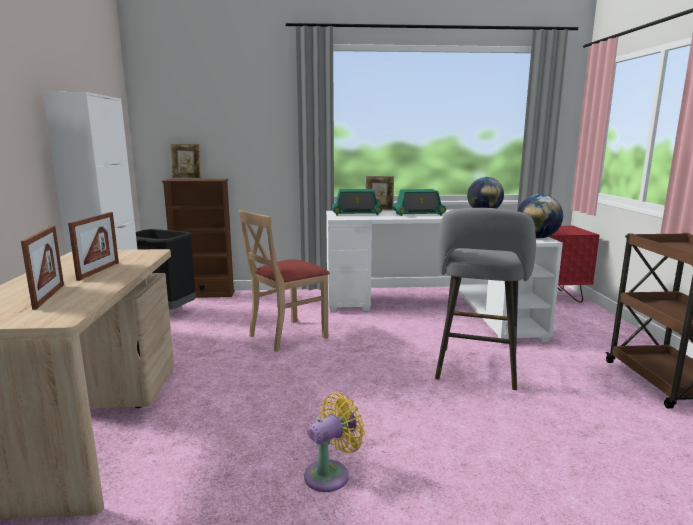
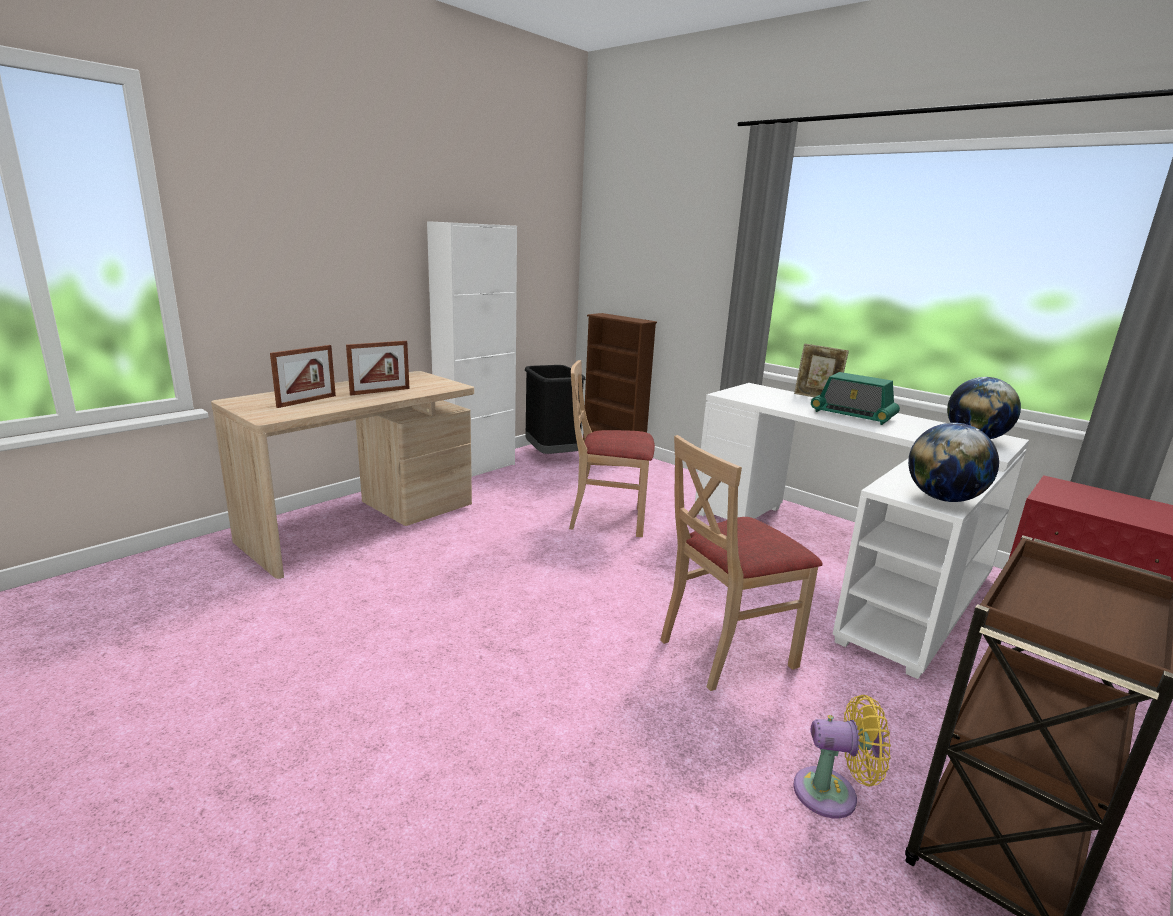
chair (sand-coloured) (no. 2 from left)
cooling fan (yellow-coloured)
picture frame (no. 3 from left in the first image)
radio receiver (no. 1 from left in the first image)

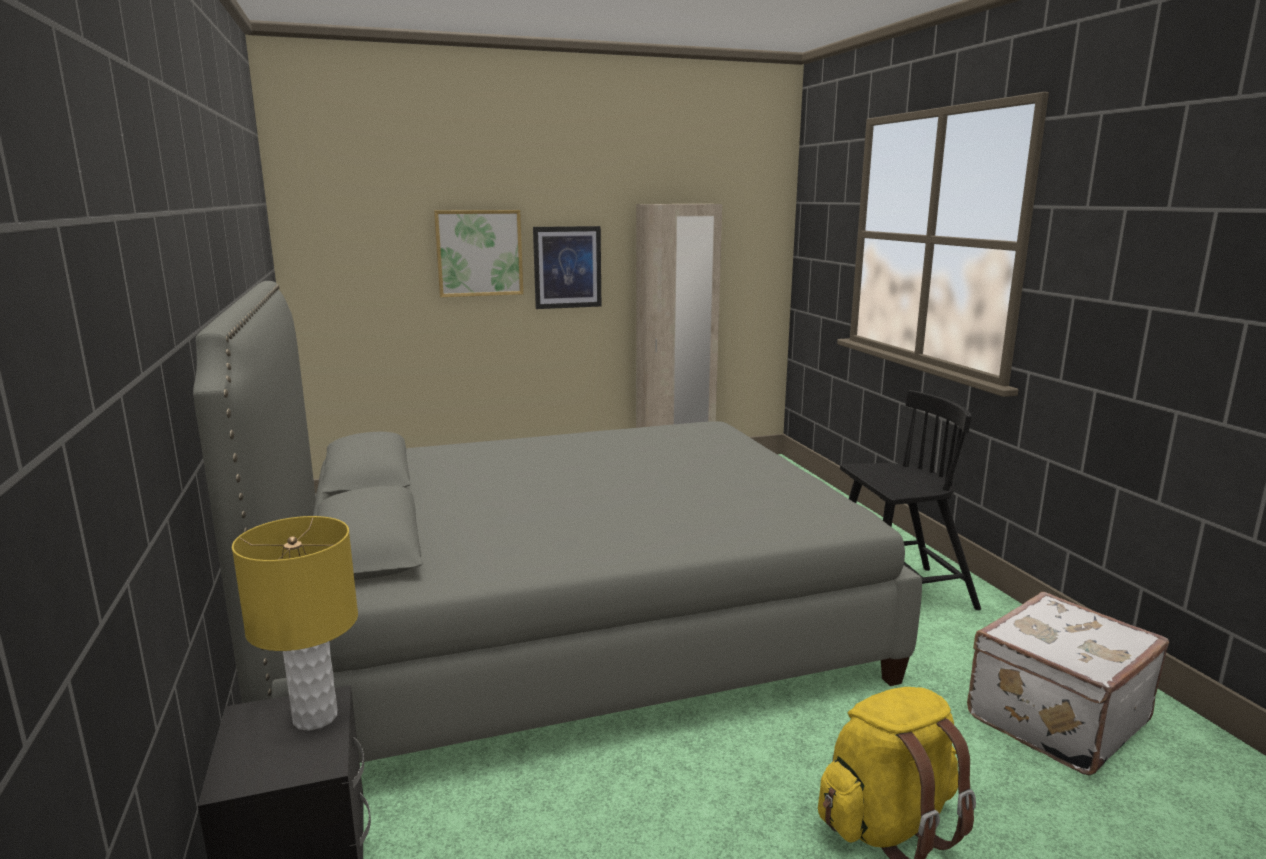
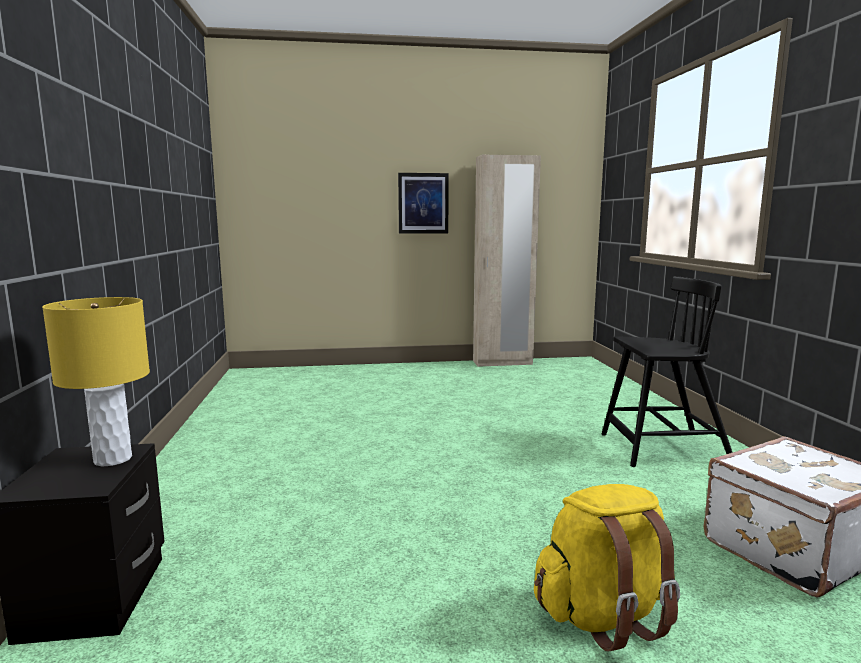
bed (grey)
wall picture (no. 1 from left in the first image)

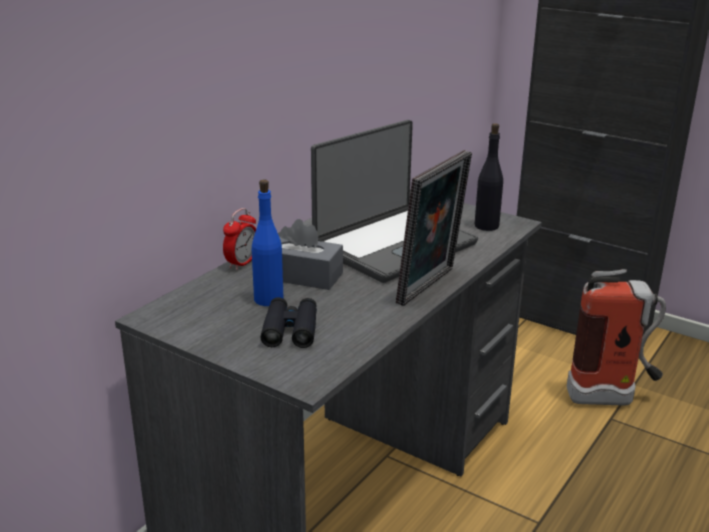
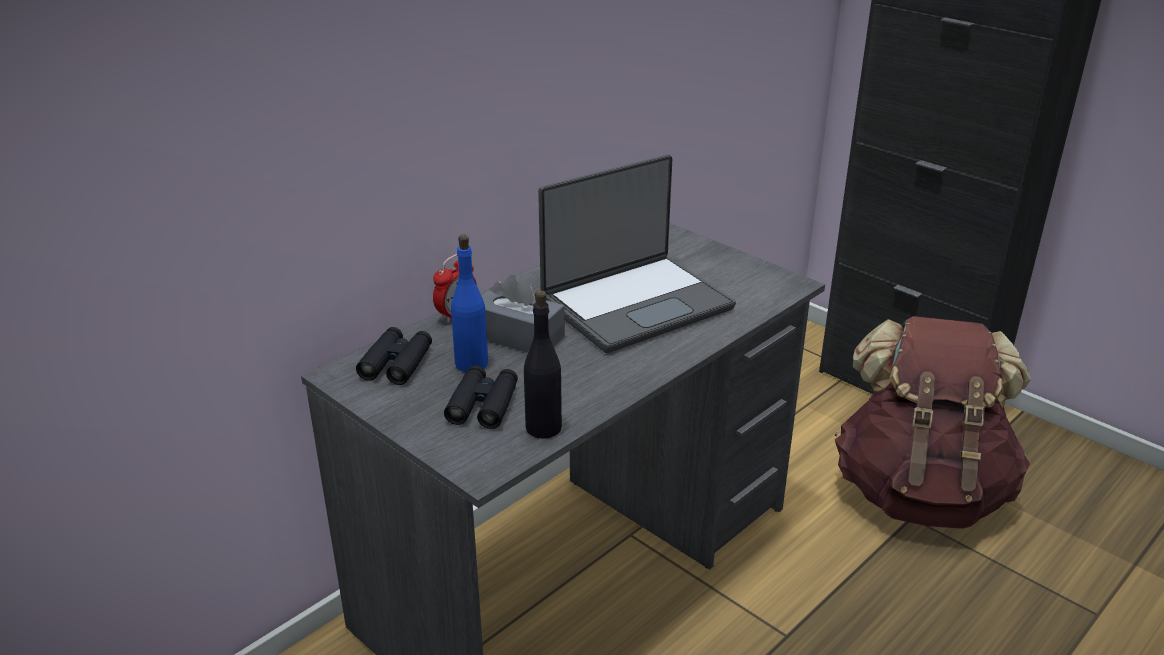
binoculars (blackish) (no. 1 from left)
beverage bottle (blackish)
backpack (brownish)
picture frame

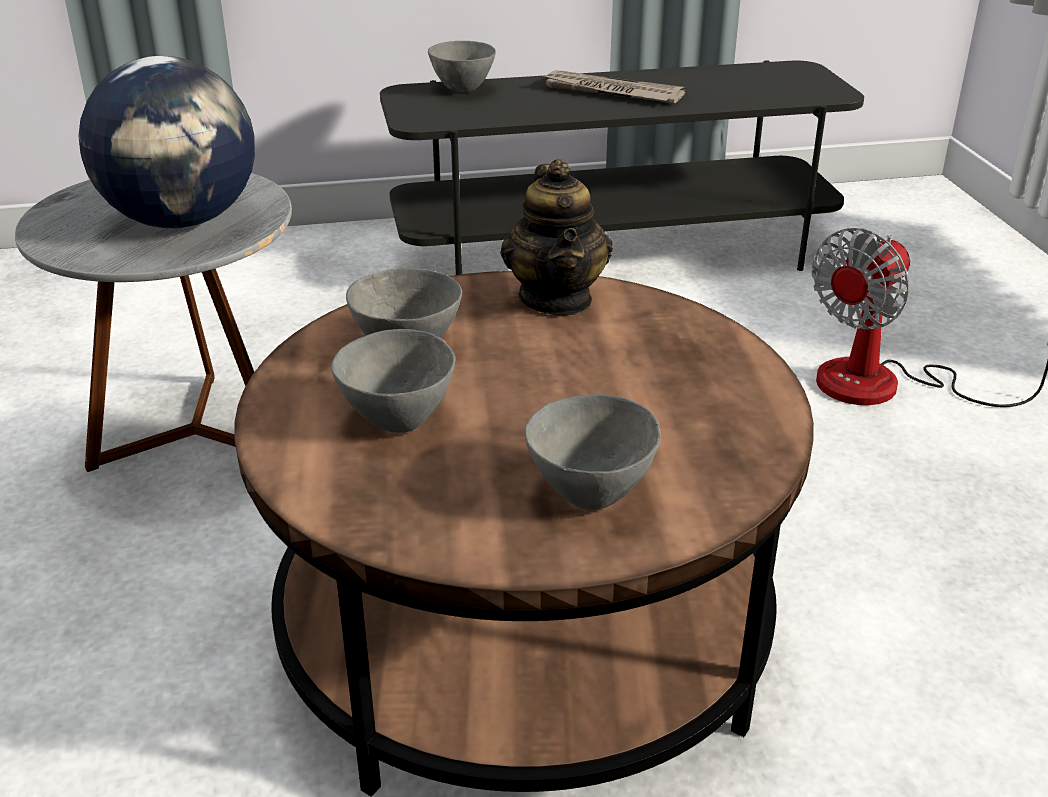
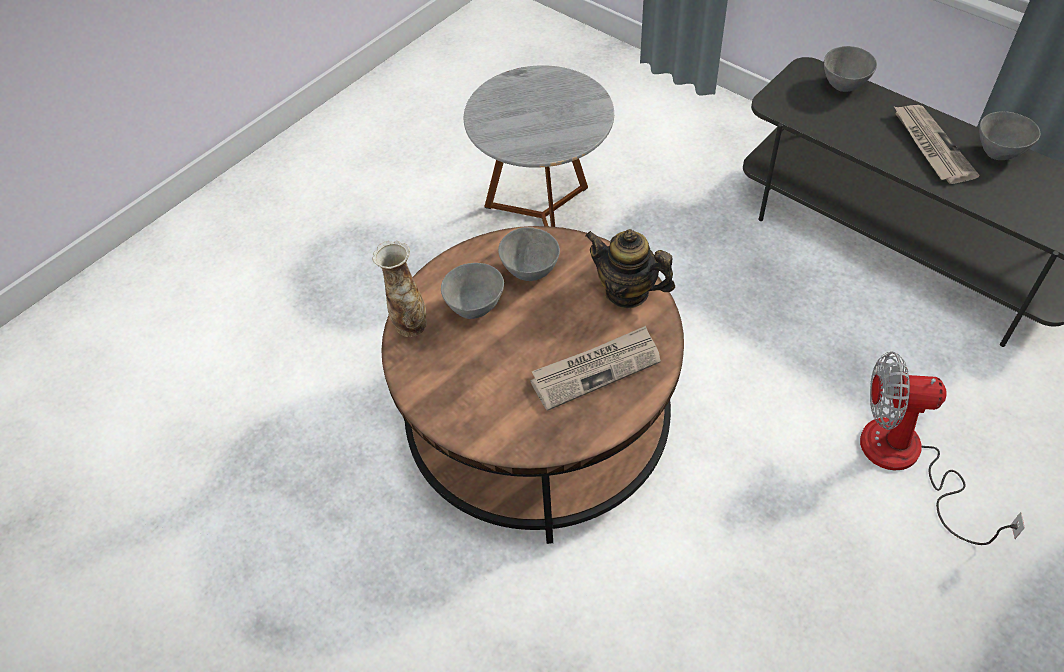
vase
newspaper (no. 1 from left)
teapot
bowl (grey) (no. 4 from left)
world globe

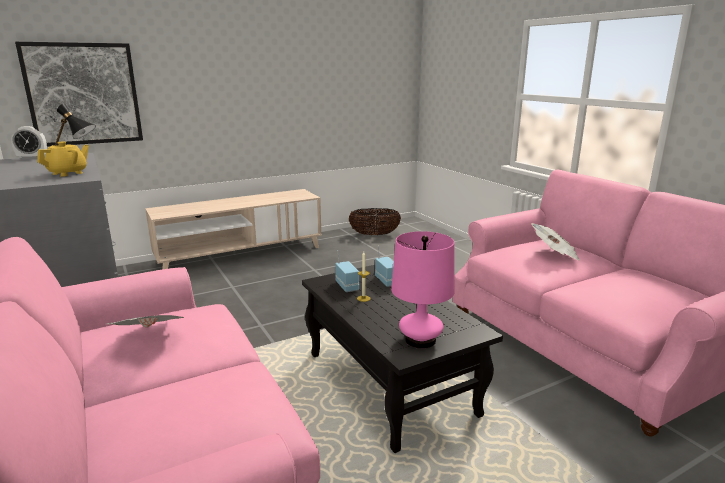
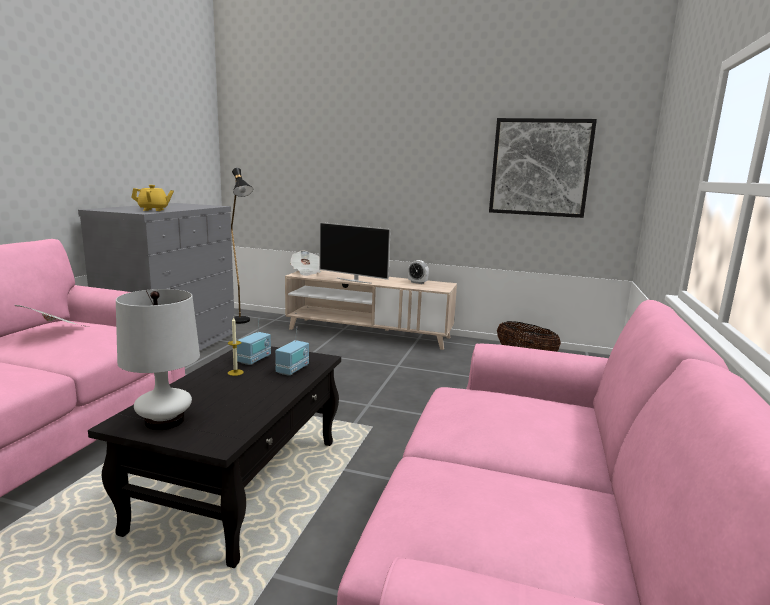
lamp for a table (white-coloured)
newspaper (no. 2 from left)
TV set
bedside clock
wall picture

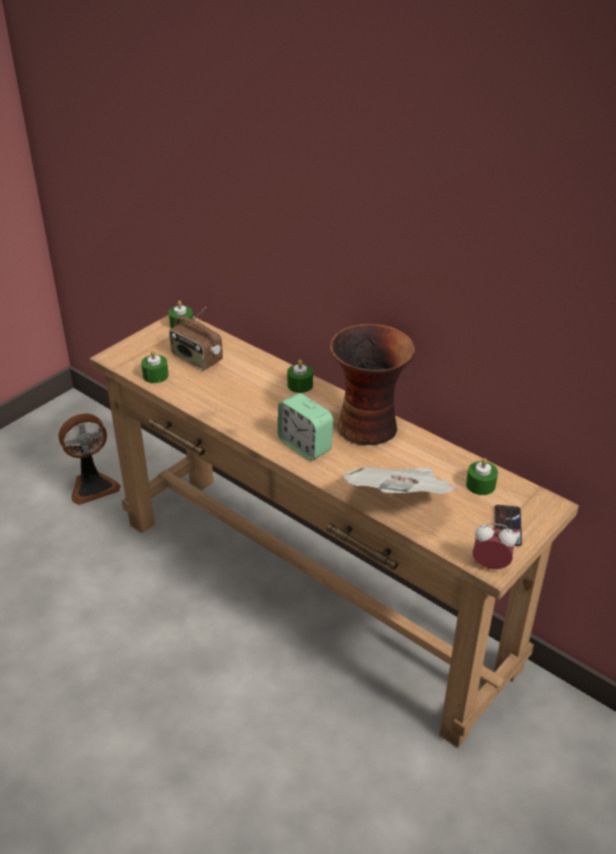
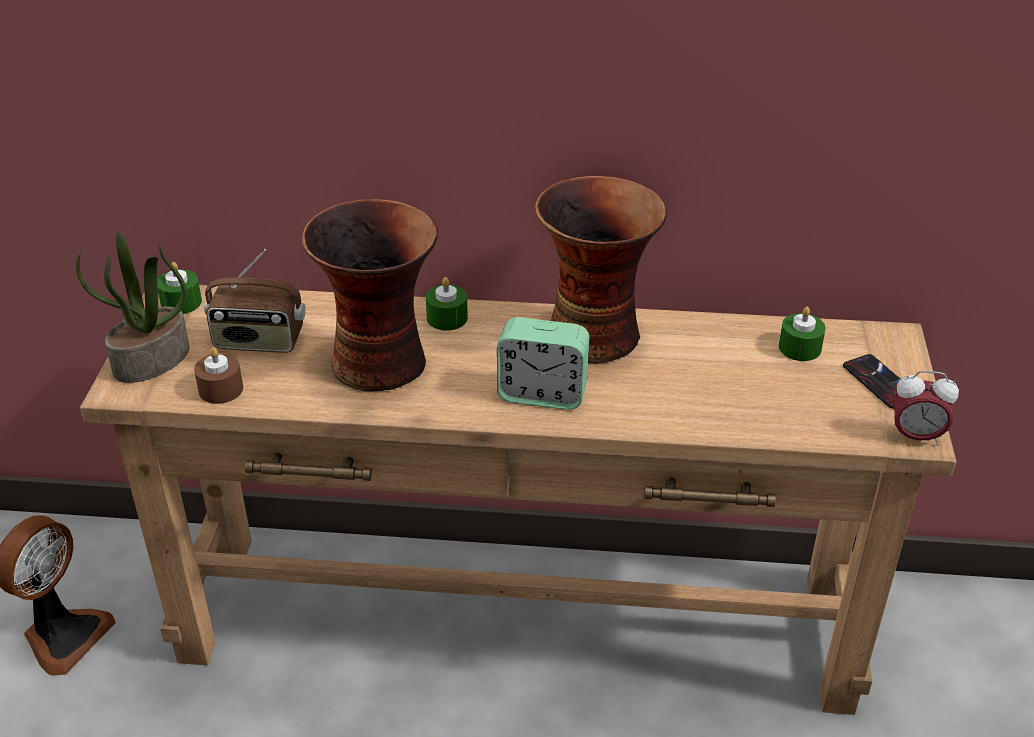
plant in a pot
wax candle (brownish)
vase (no. 1 from left)
bedside clock (no. 2 from left)
newspaper

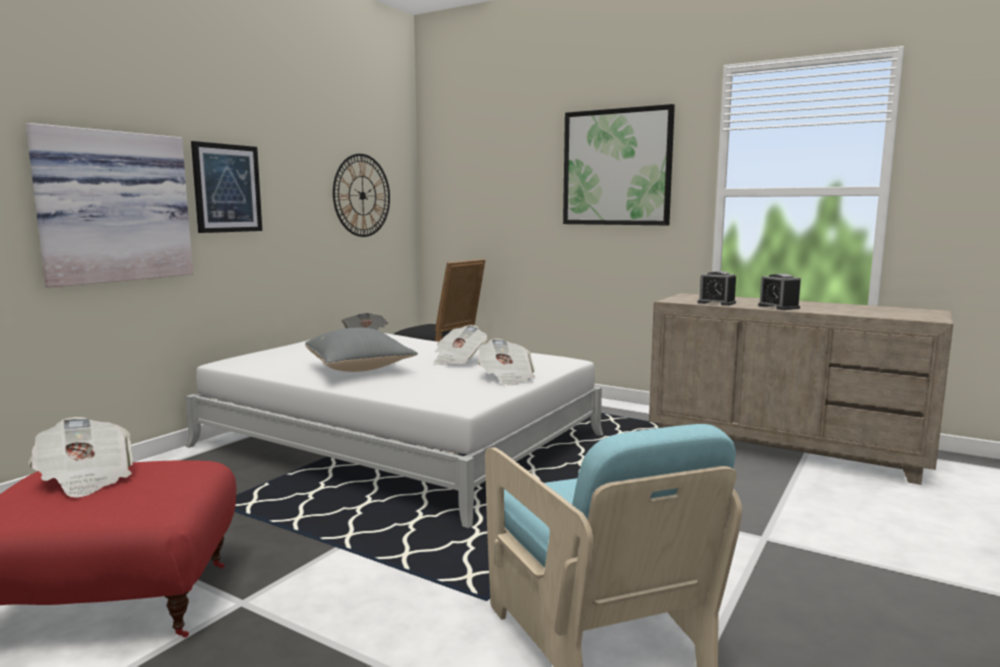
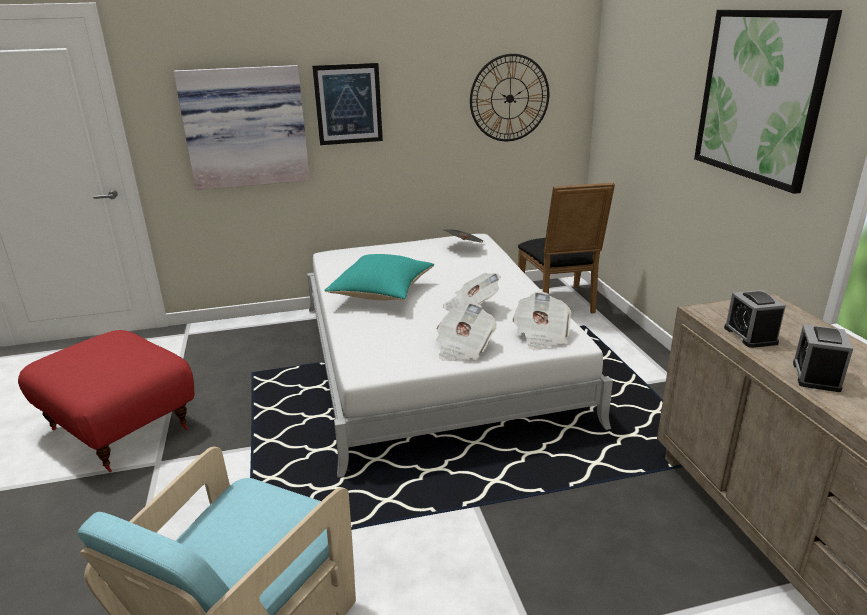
cushion (turquoise-coloured)
newspaper (no. 4 from left)

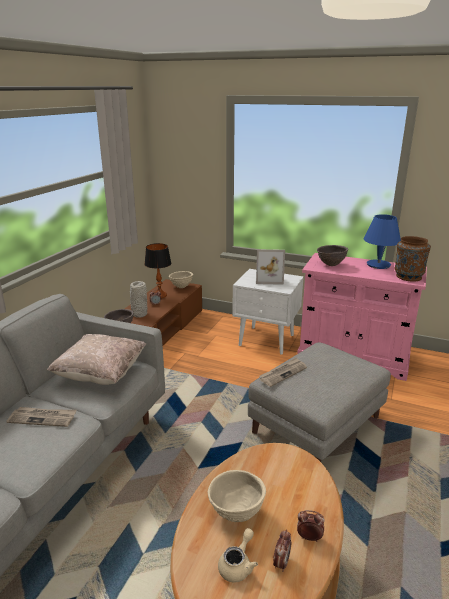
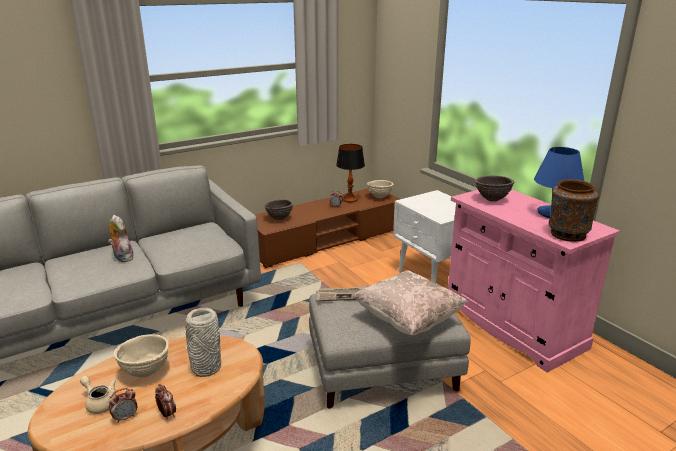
teapot (sand-coloured)
cuddly toy
vase (grey)
cushion (sand-coloured)
picture frame

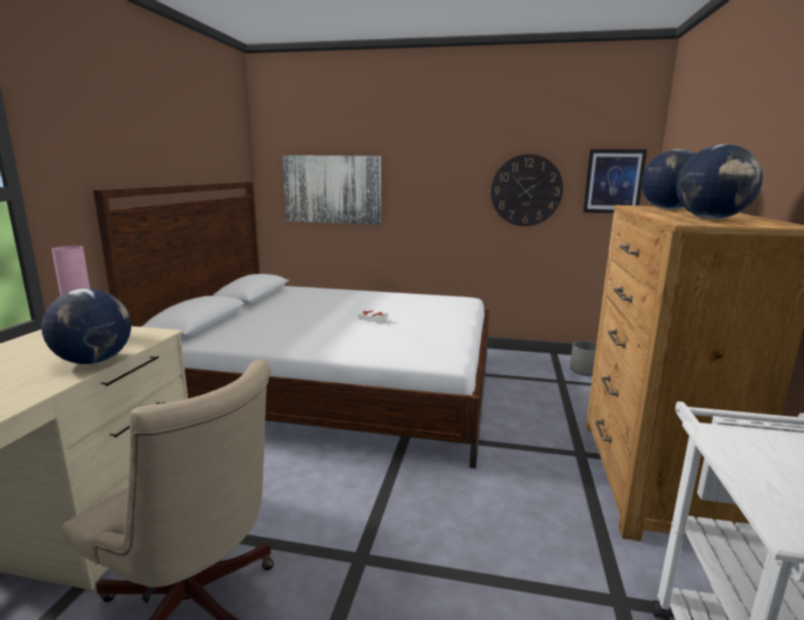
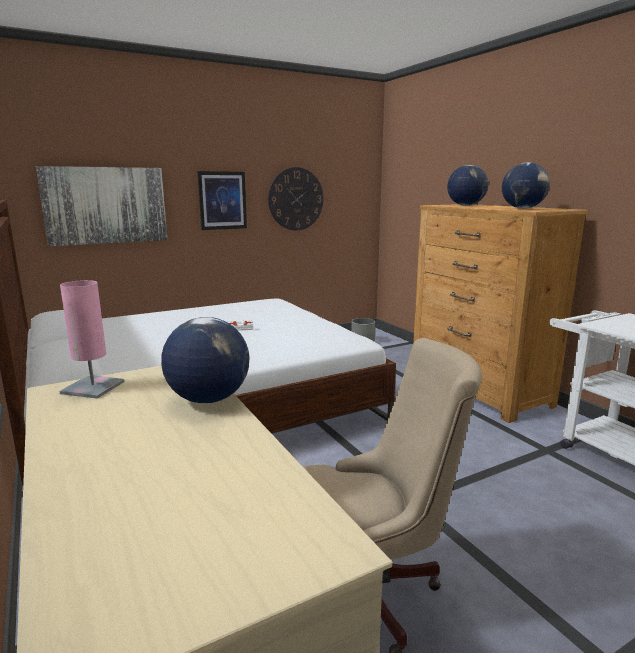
wall picture (no. 2 from left)

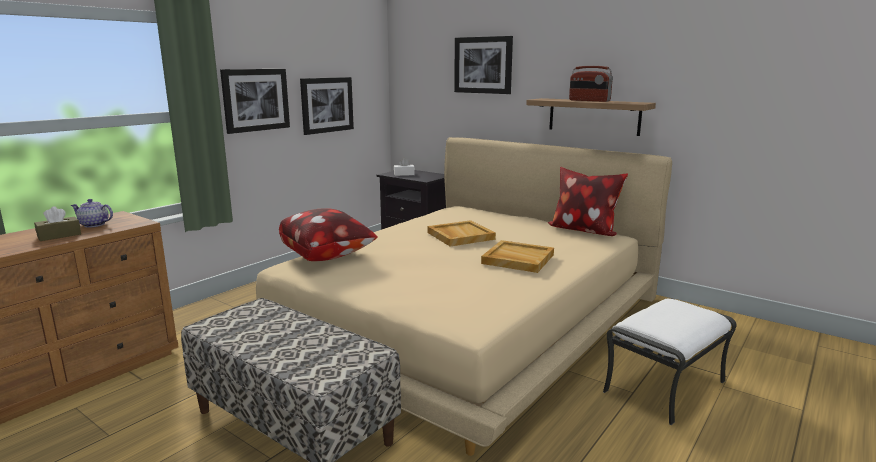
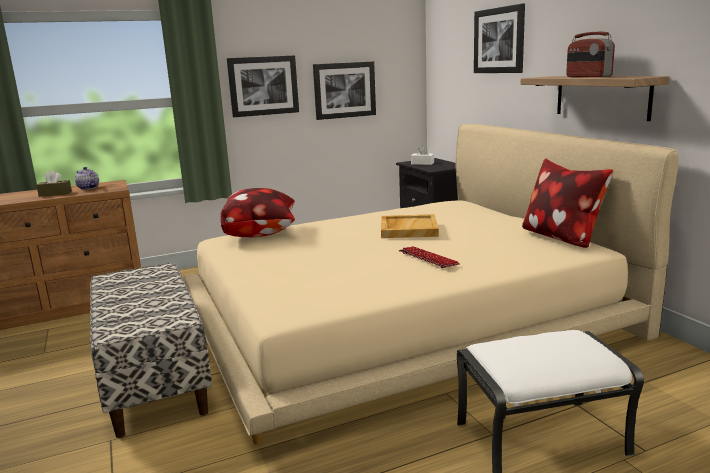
keyboard

